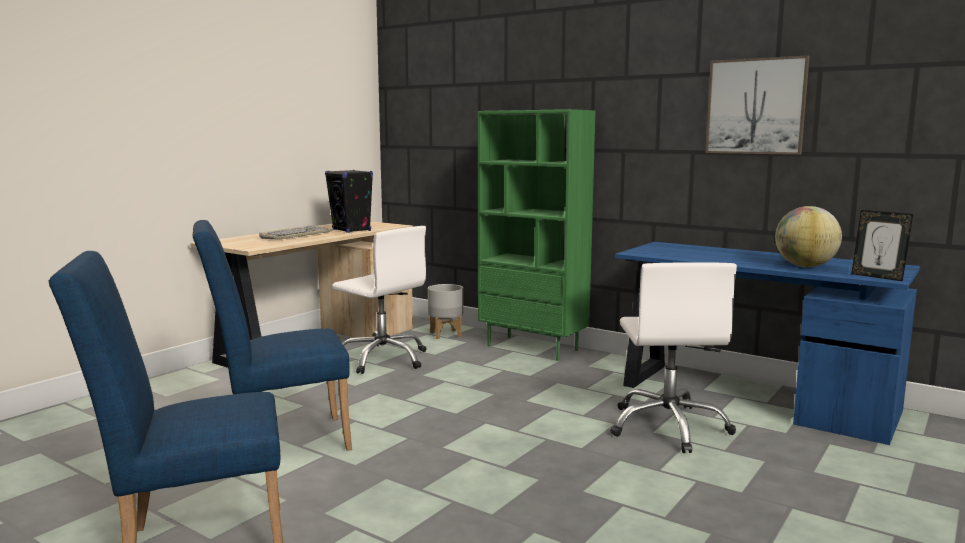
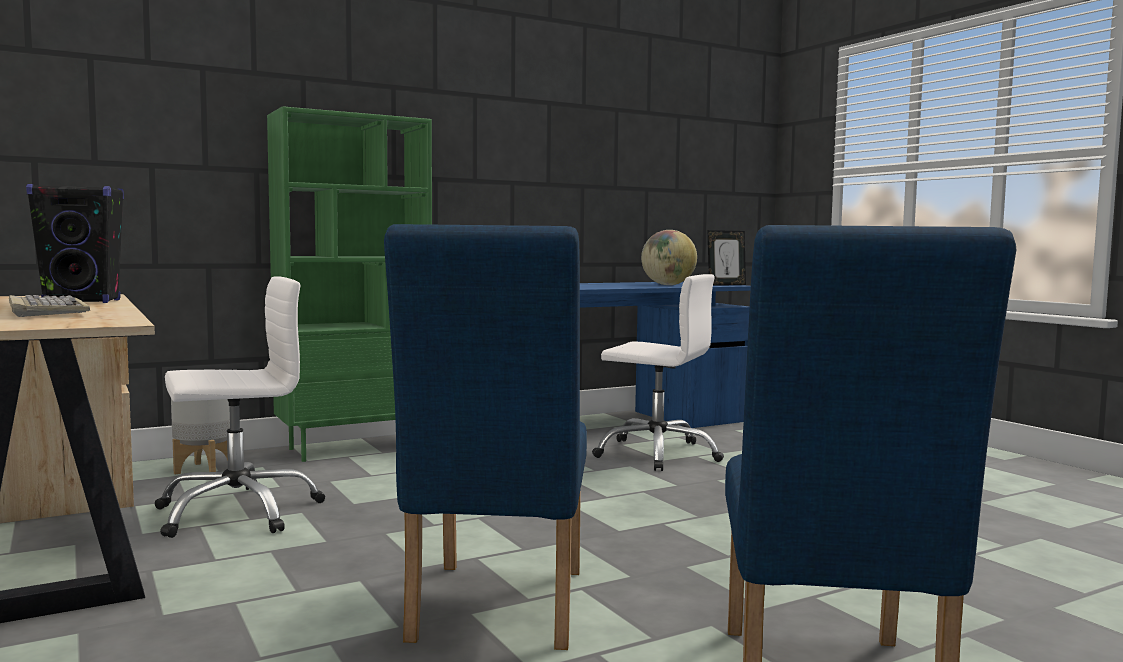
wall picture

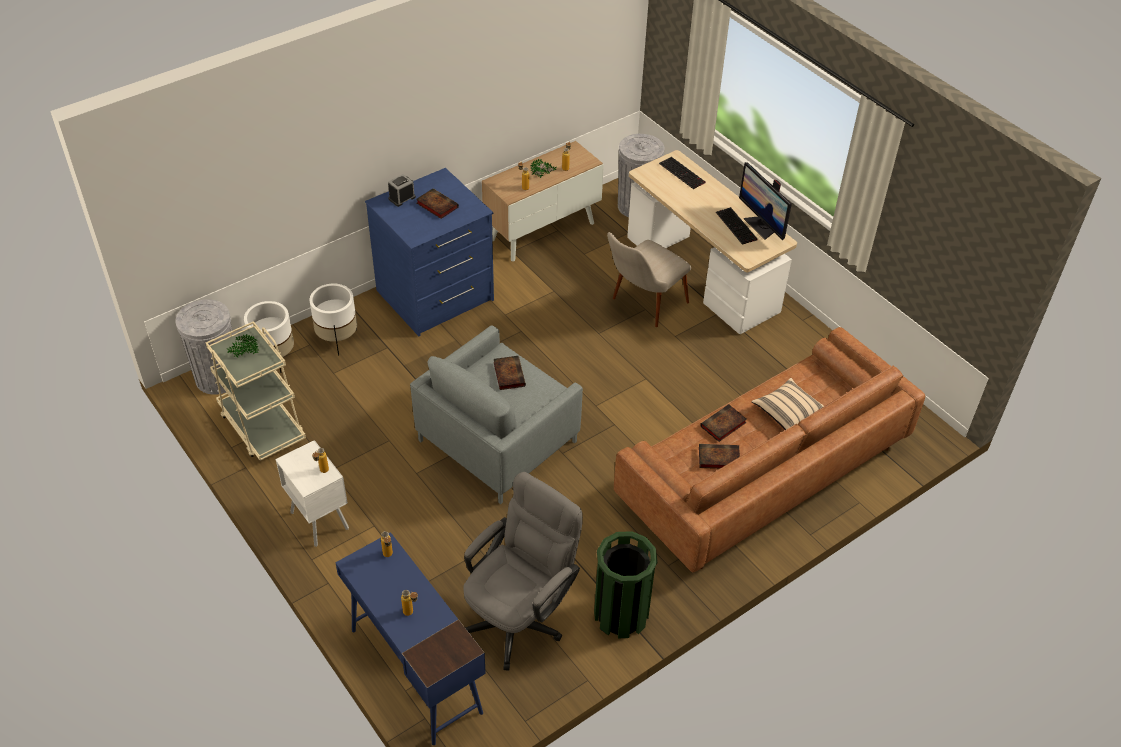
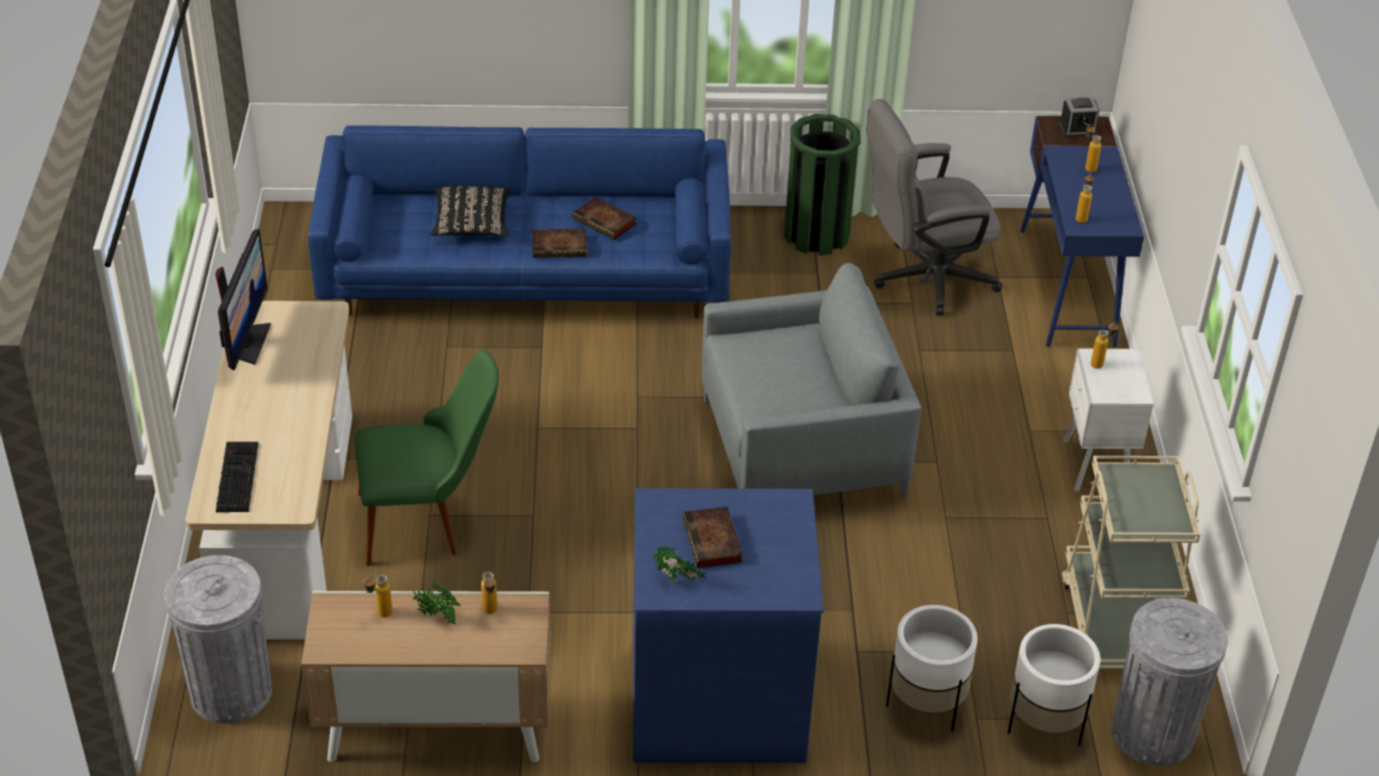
couch (blue-coloured)
chair (greenish)
cushion (blackish)
plant in a pot (no. 2 from left)
bedside clock
book (no. 2 from left in the first image)
keyboard (no. 2 from left in the first image)

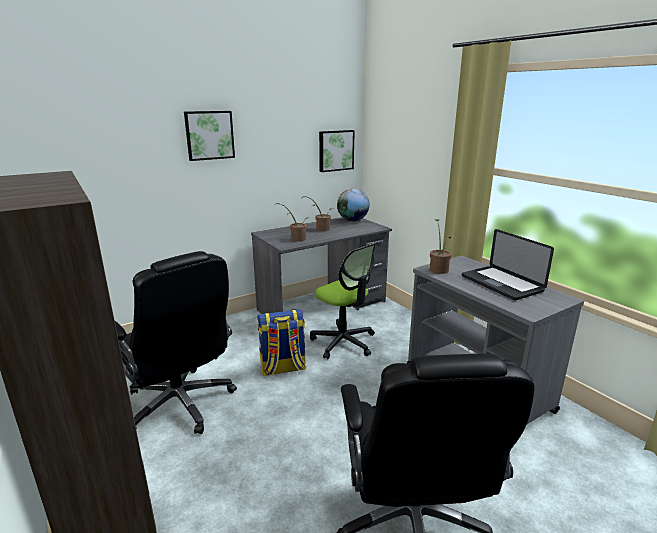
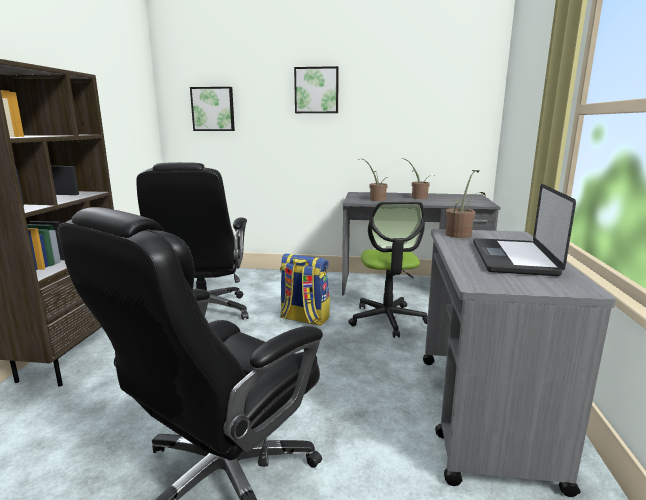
wall picture (no. 1 from left)
world globe

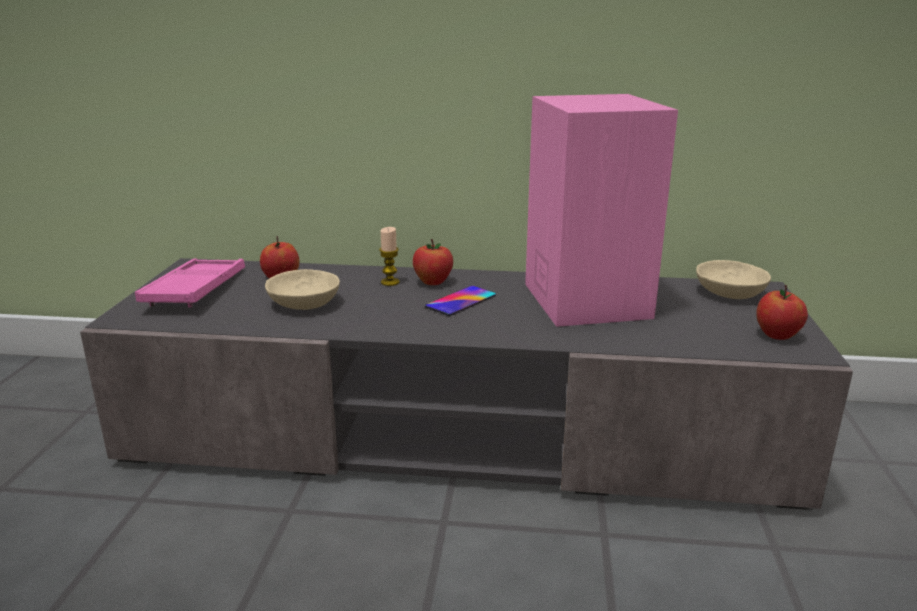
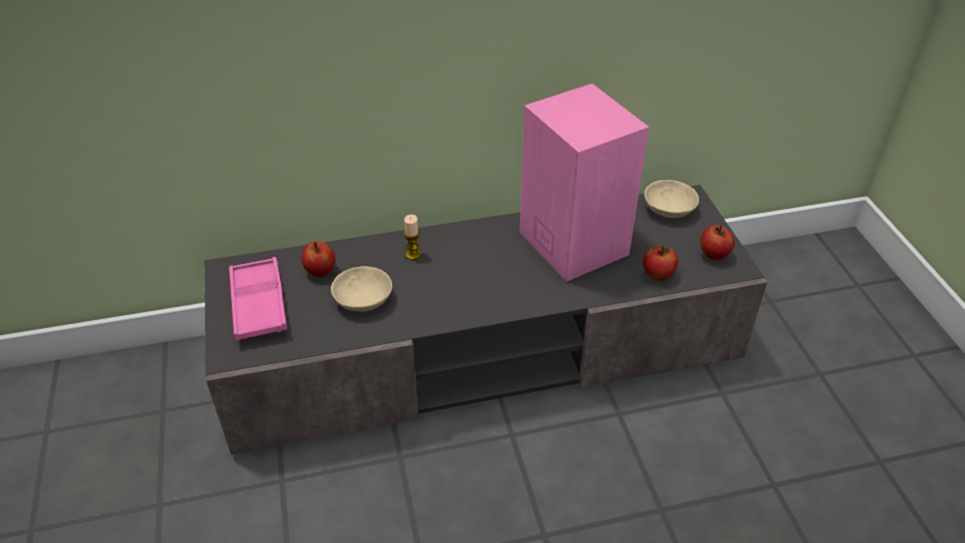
whole apple (no. 2 from left)
phone

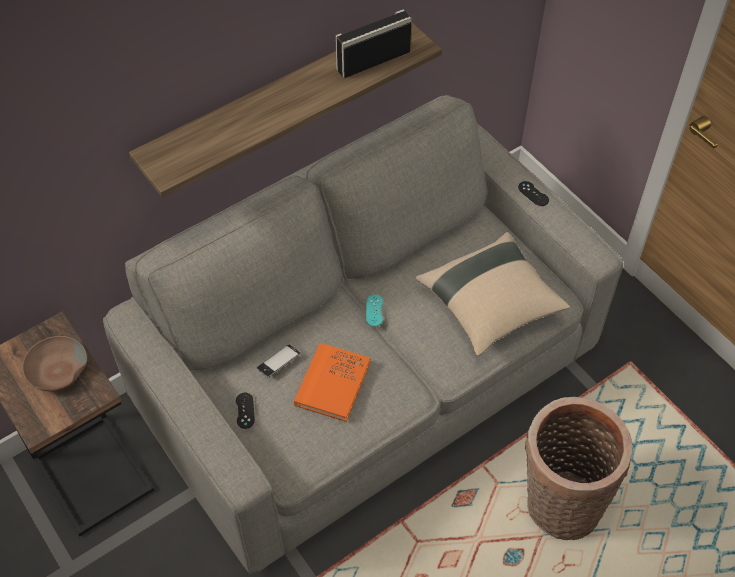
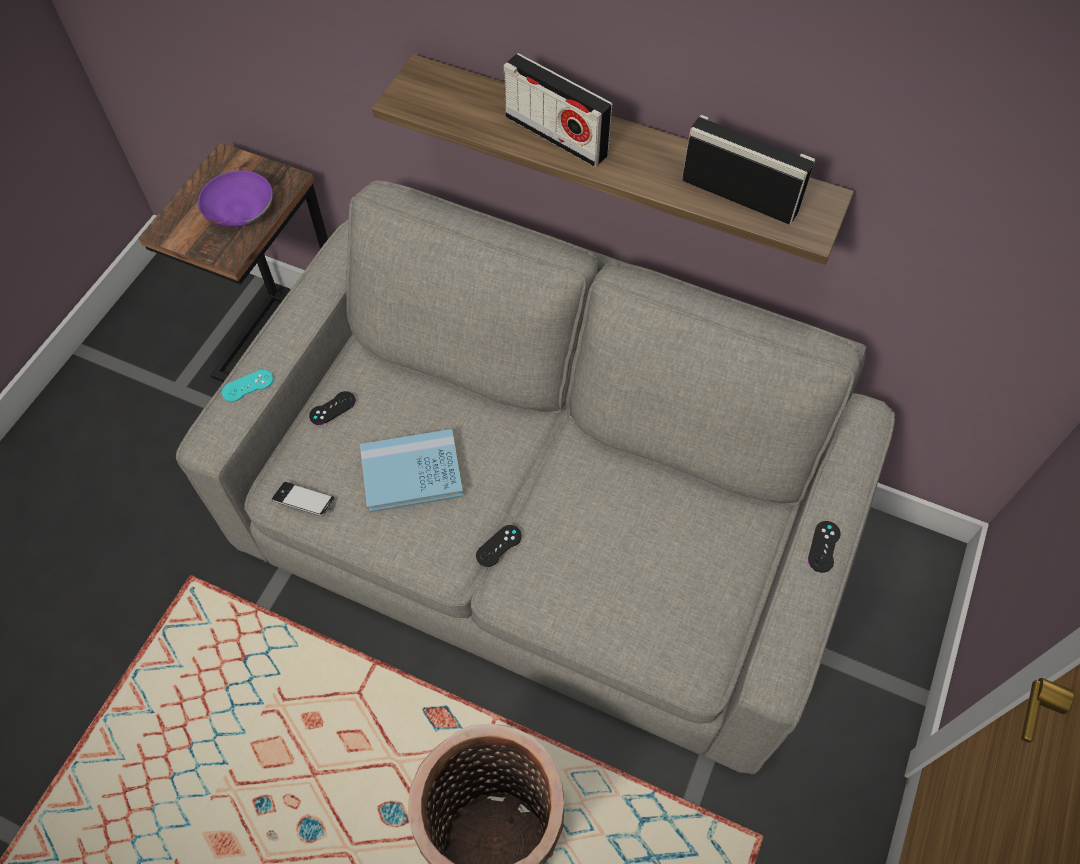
bowl (purplish)
joypad (turquoise-coloured)
phone
book (blue-coloured)
joypad (blackish) (no. 2 from left)
radio receiver (no. 1 from left)
cushion (sand-coloured)

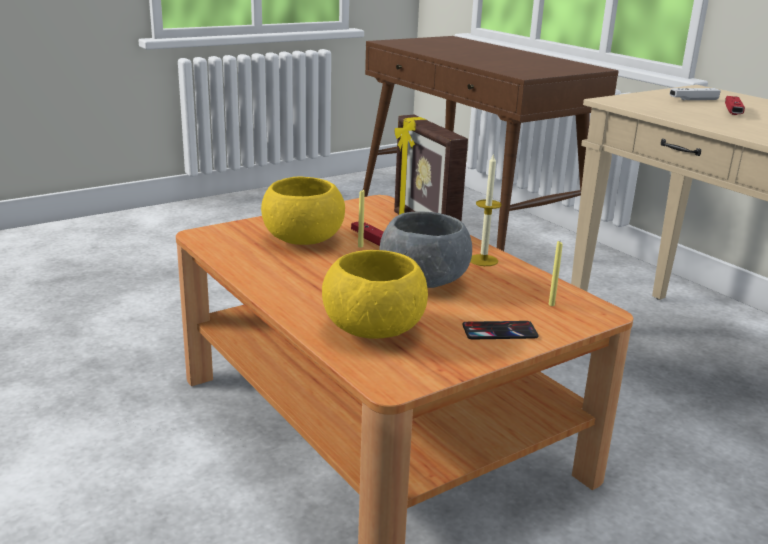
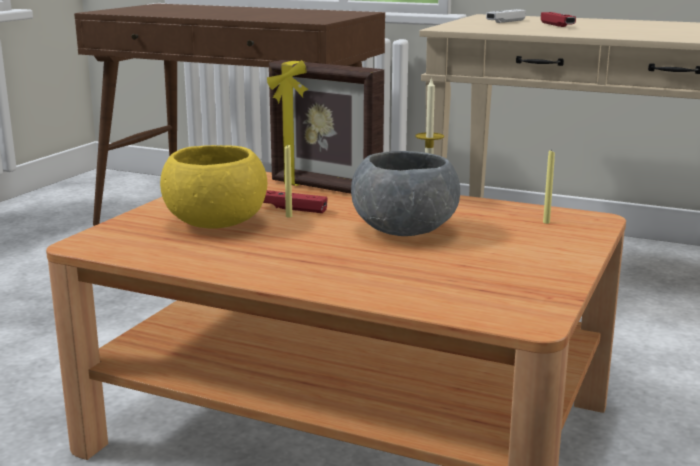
bowl (yellow-coloured) (no. 2 from left in the first image)
phone

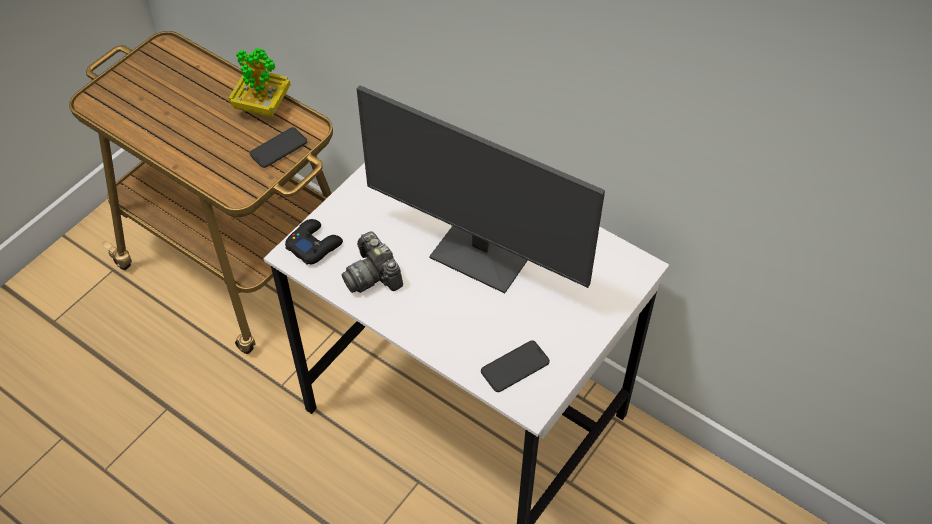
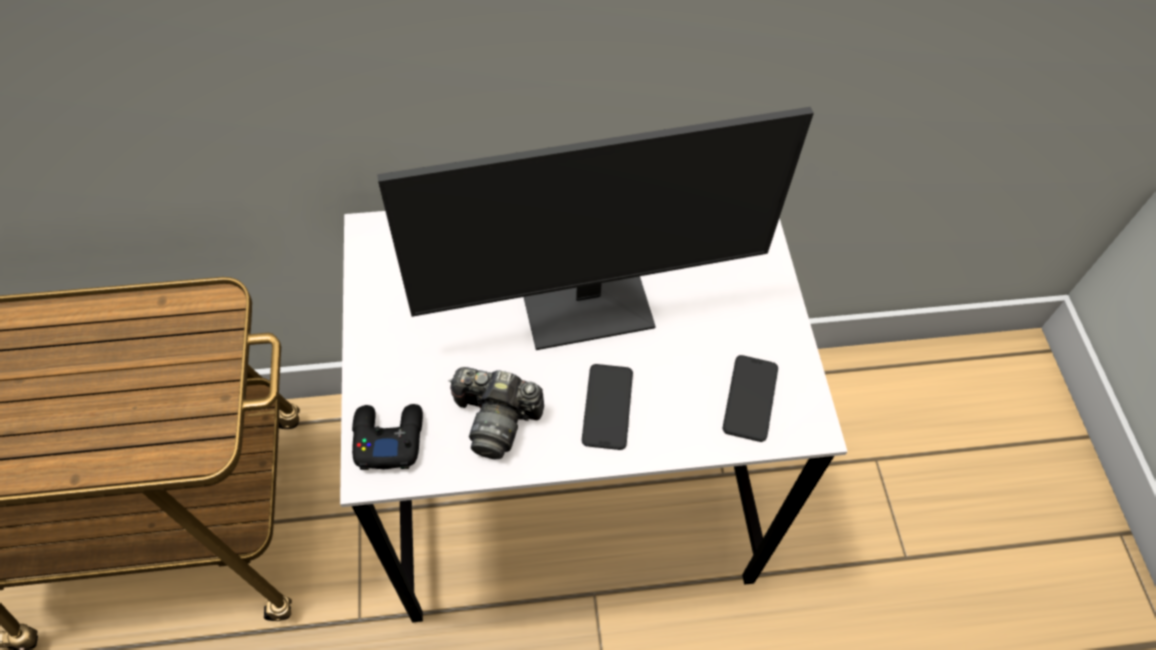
phone (no. 1 from left)
plant in a pot

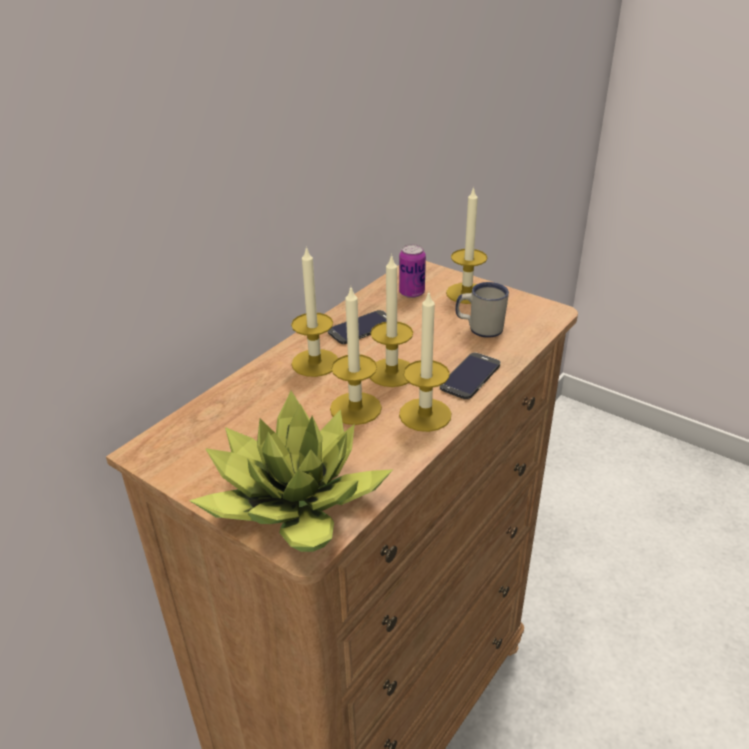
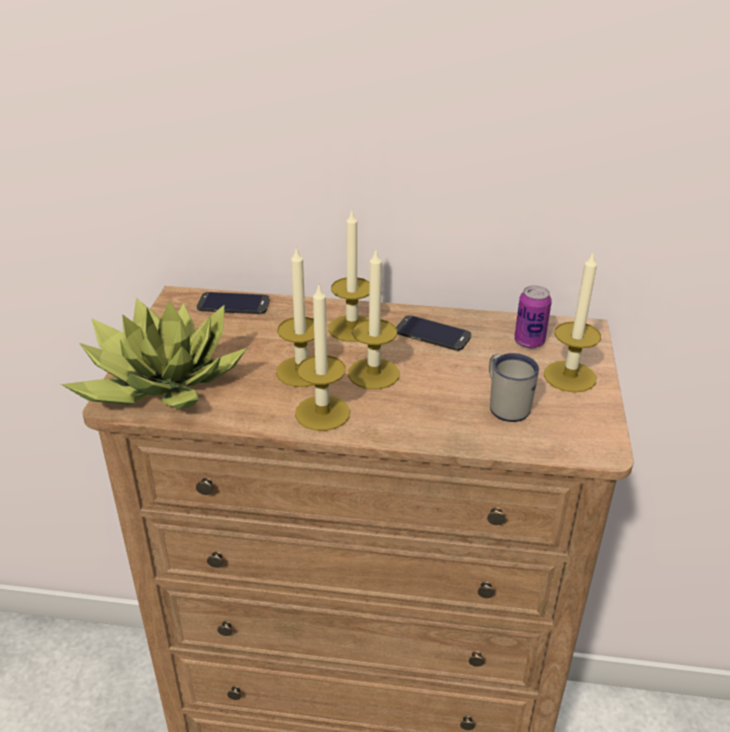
phone (no. 1 from left)

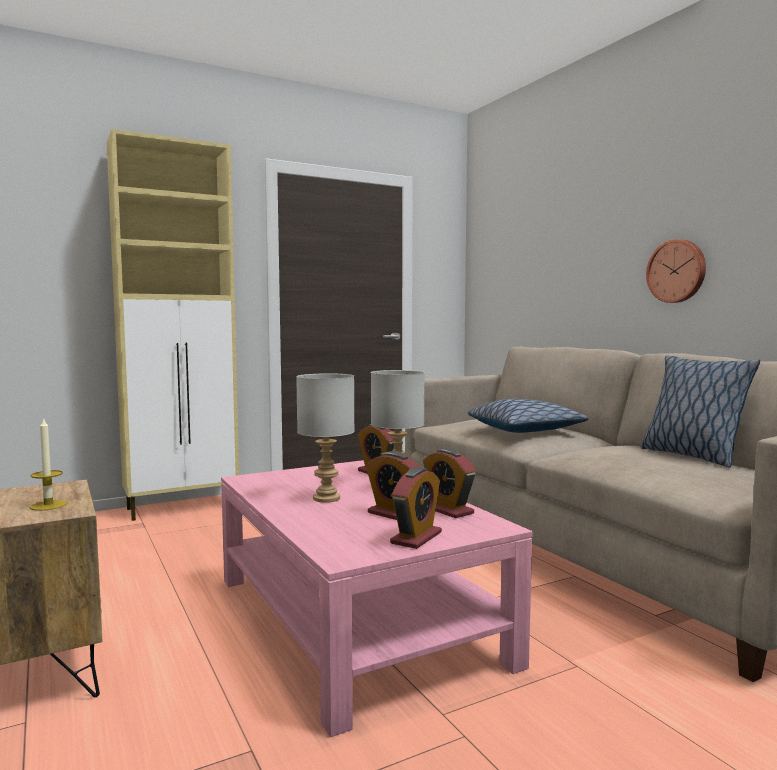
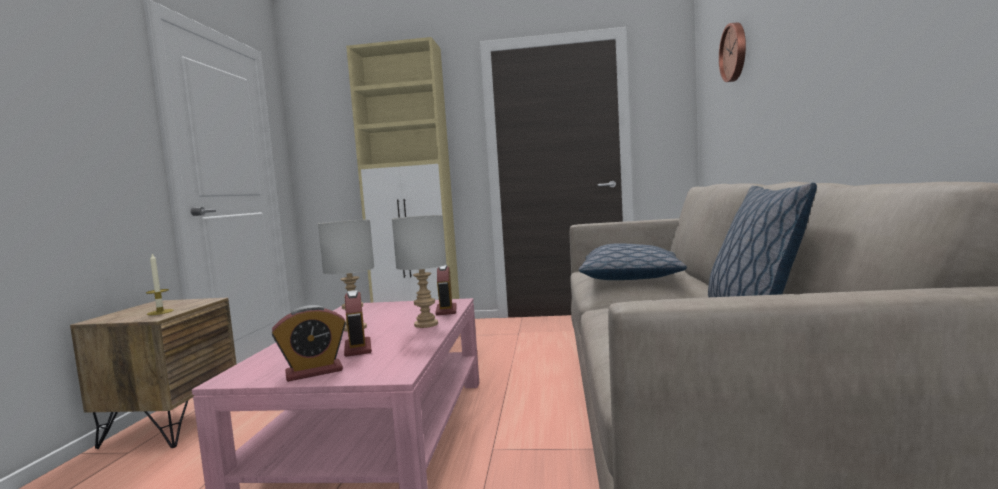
clock on the wall
bedside clock (no. 4 from left in the first image)

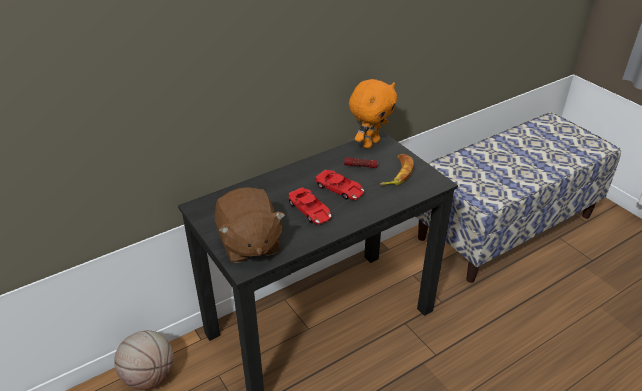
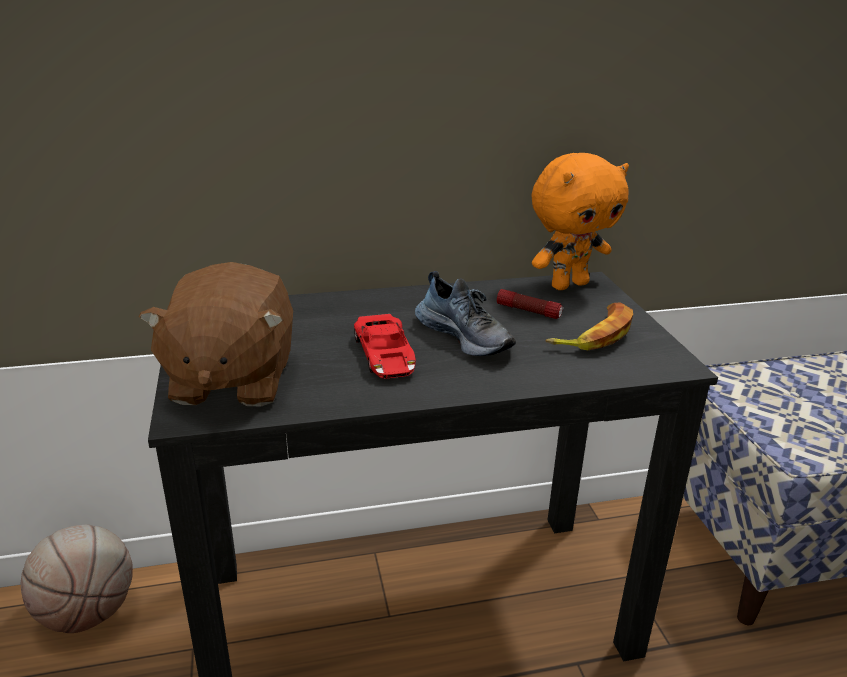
low shoe

